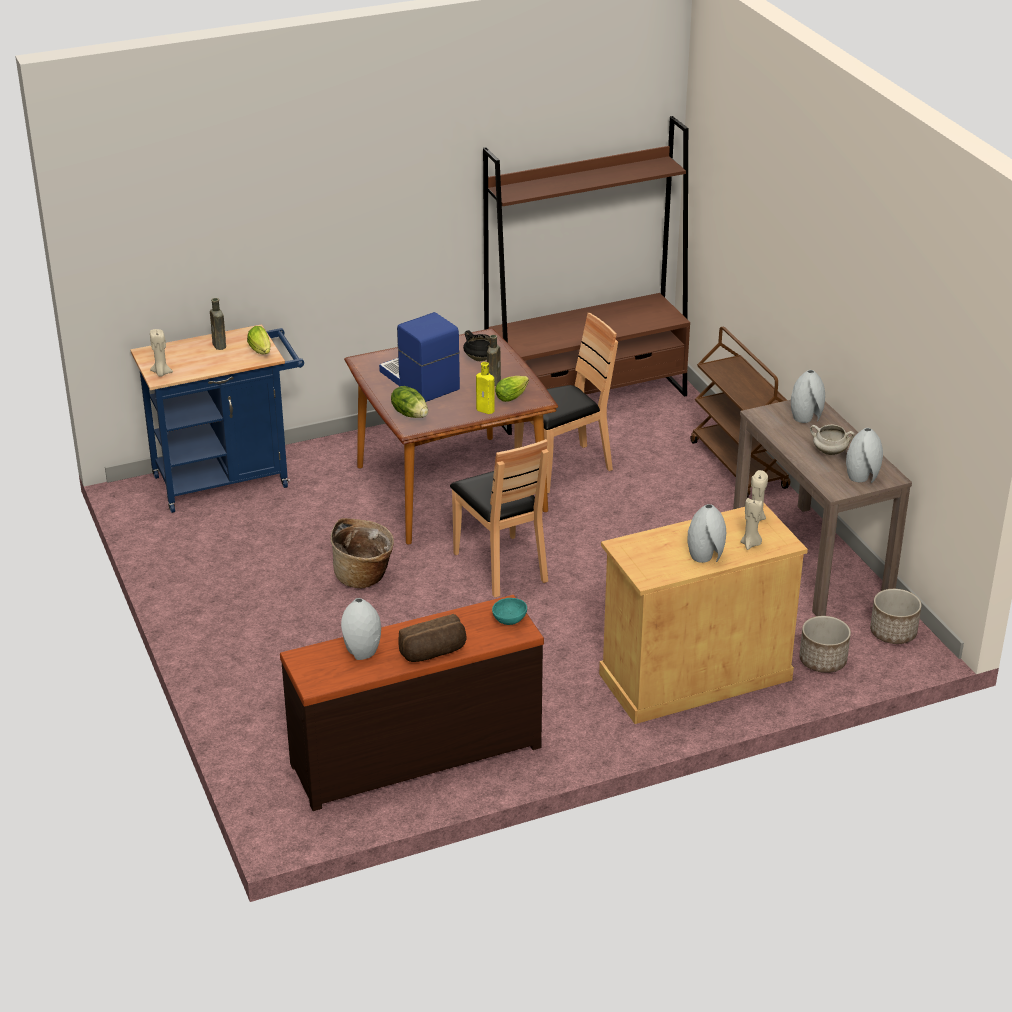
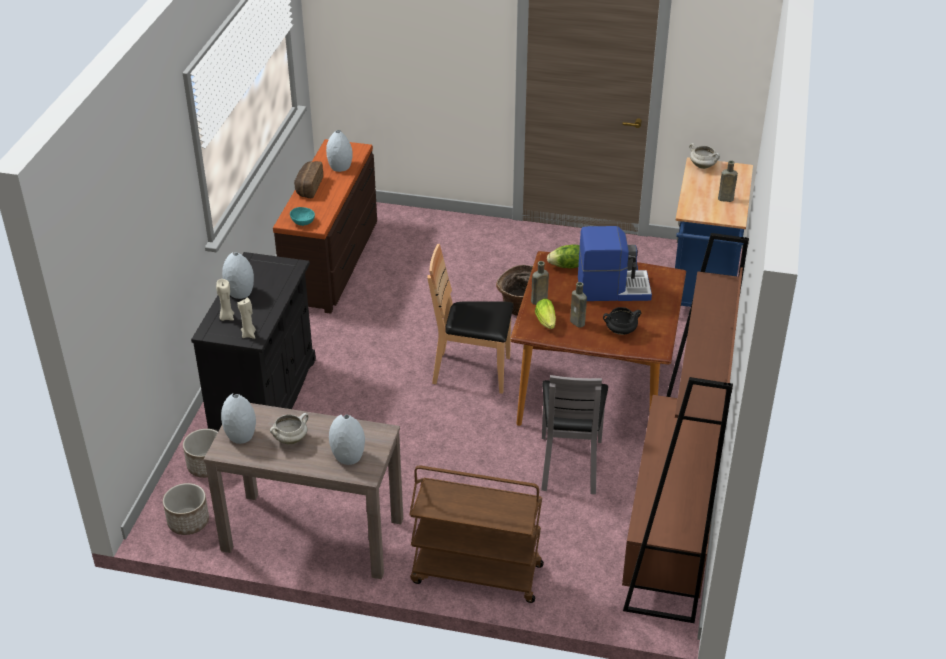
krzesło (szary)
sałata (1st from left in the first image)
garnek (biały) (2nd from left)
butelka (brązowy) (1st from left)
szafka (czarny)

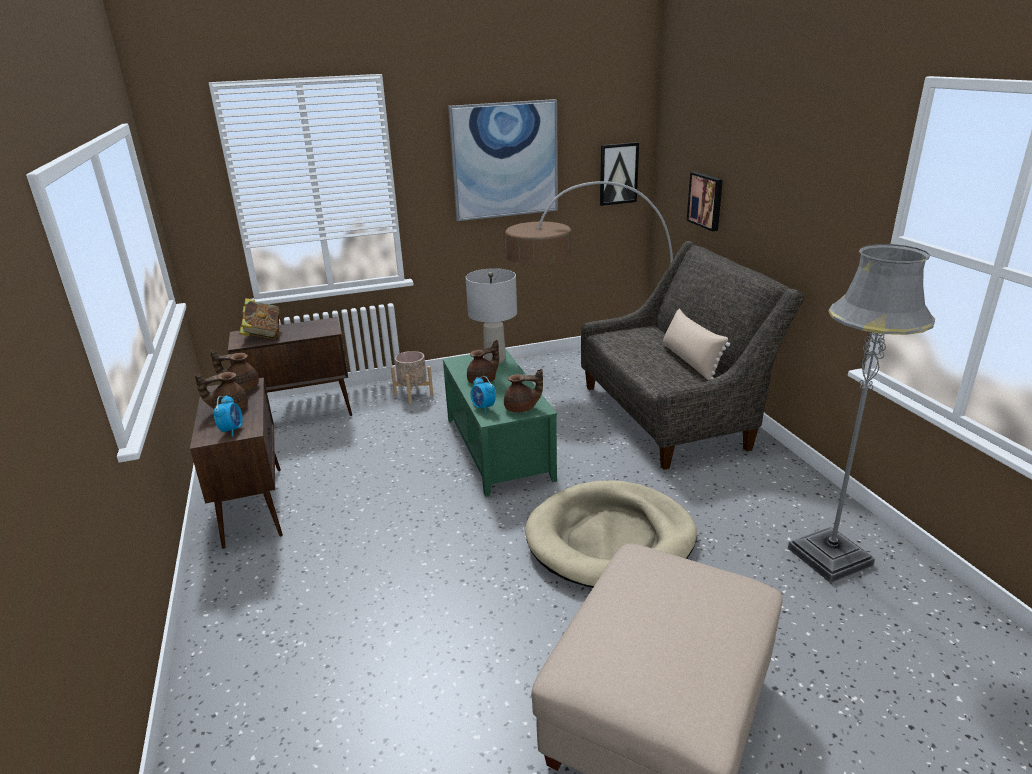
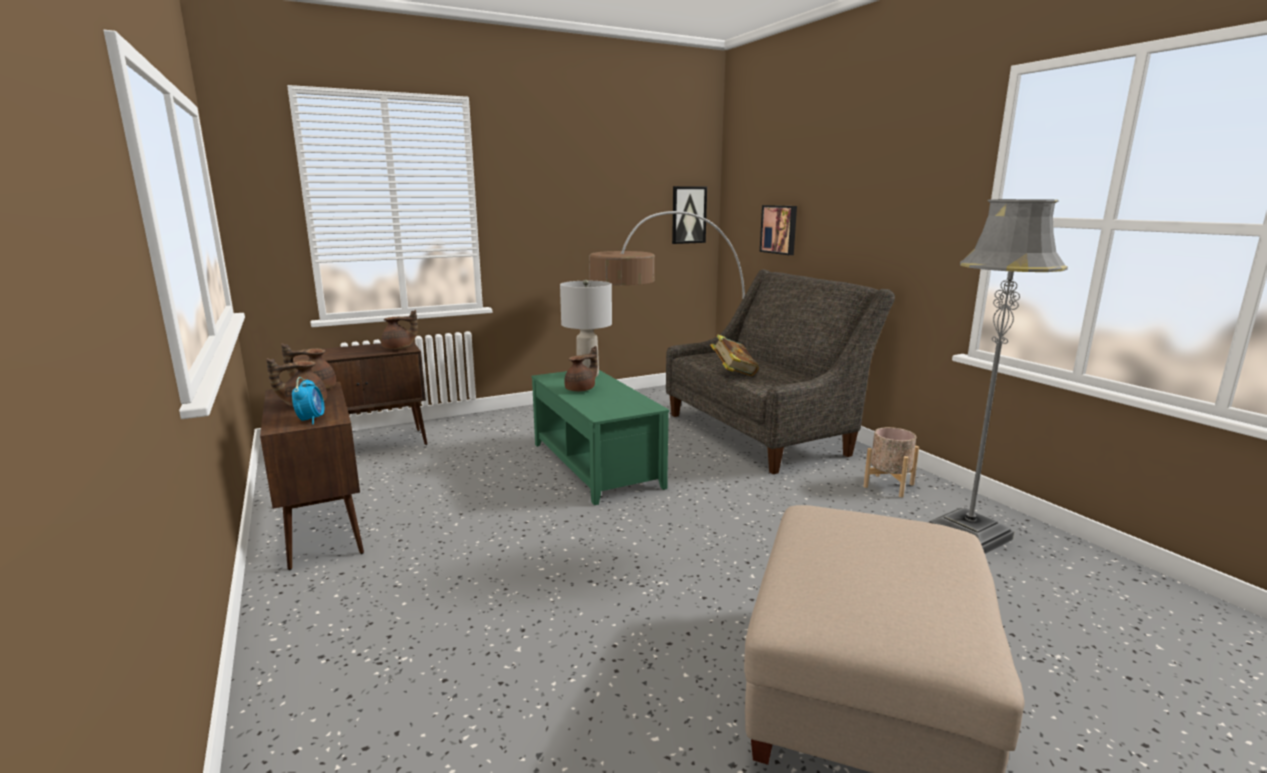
obraz (1st from left in the first image)
książka
poduszka (beżowy)
donica (beżowy)
imbryk (brązowy) (3rd from left)
budzik (2nd from left in the first image)
legowisko (beżowy)

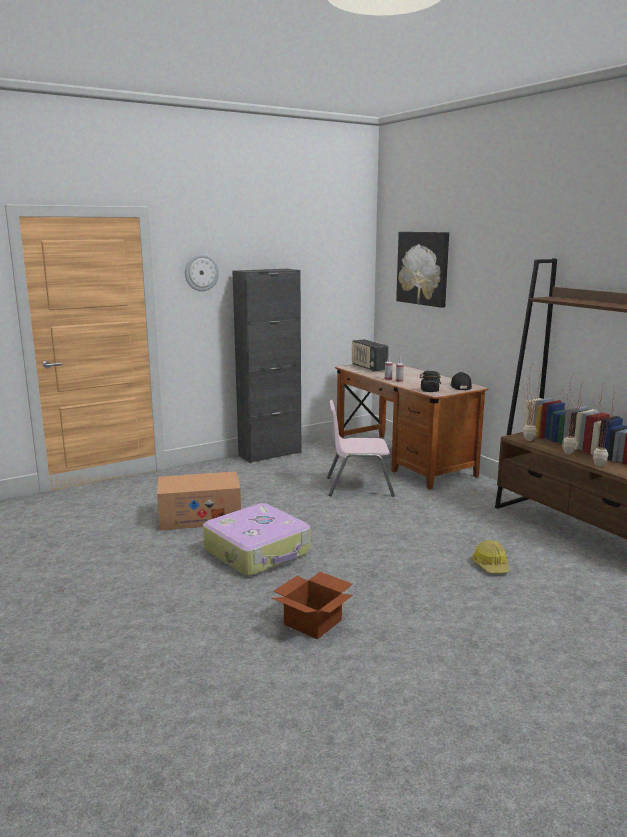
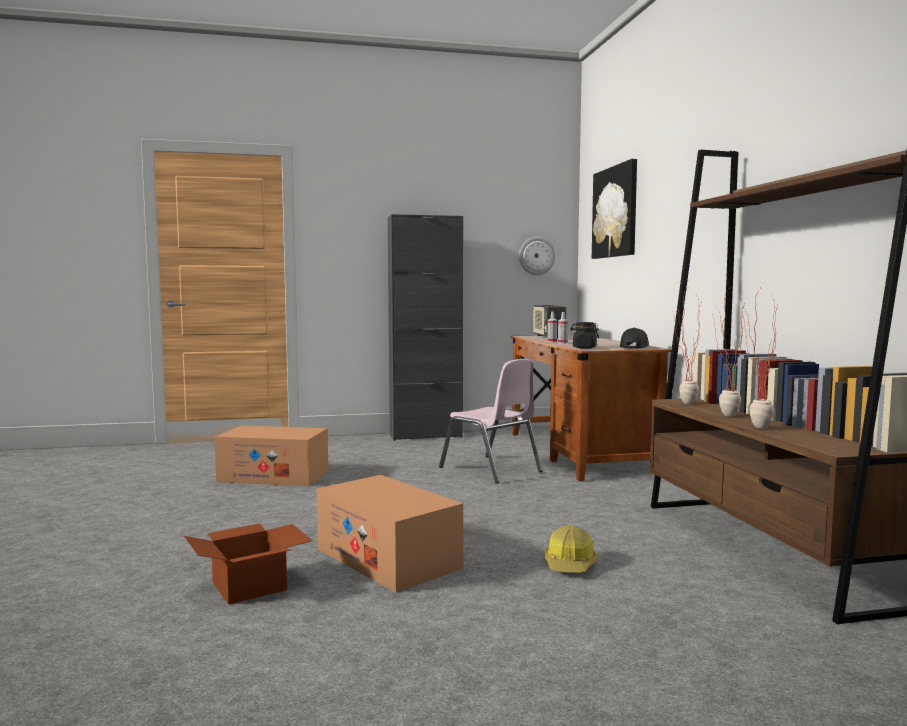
zegar ścienny
krzesło (różowy)
walizka
karton (3rd from left)

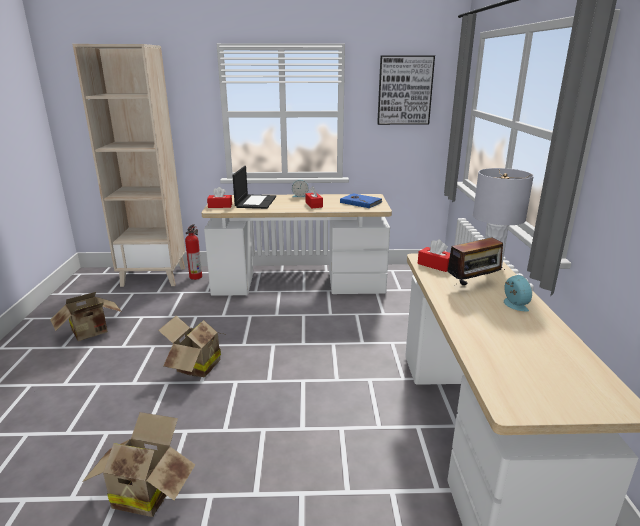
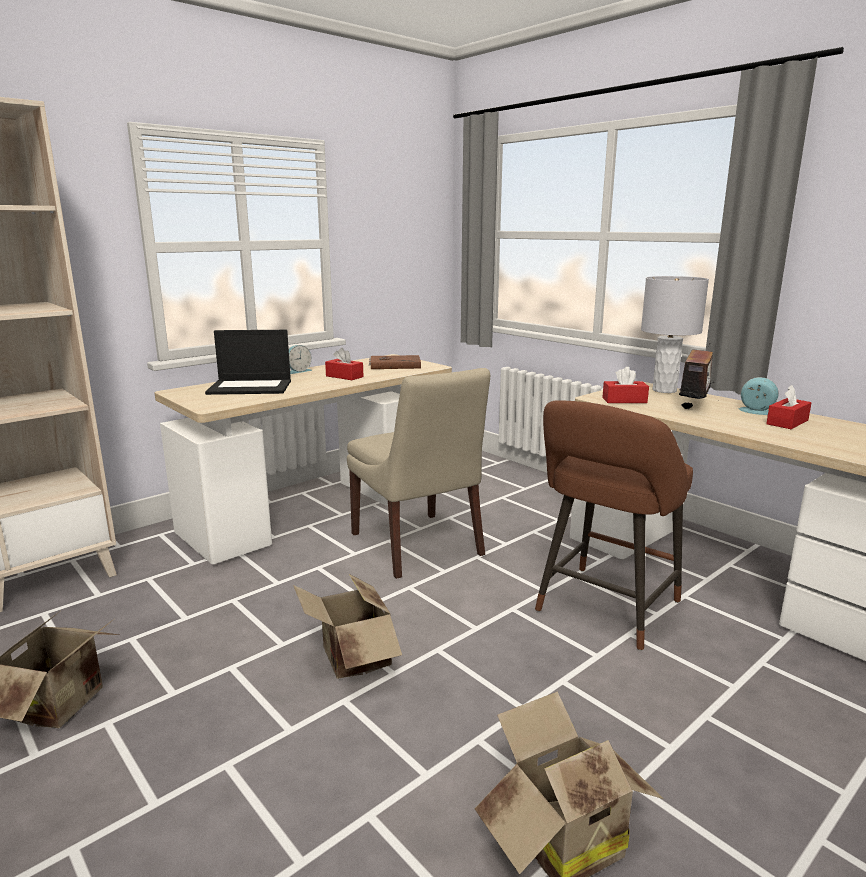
obraz
laptop
pudełko chusteczek (czerwony) (3rd from left)
książka (brązowy)
gaśnica
krzesło (beżowy)
stołek (brązowy)

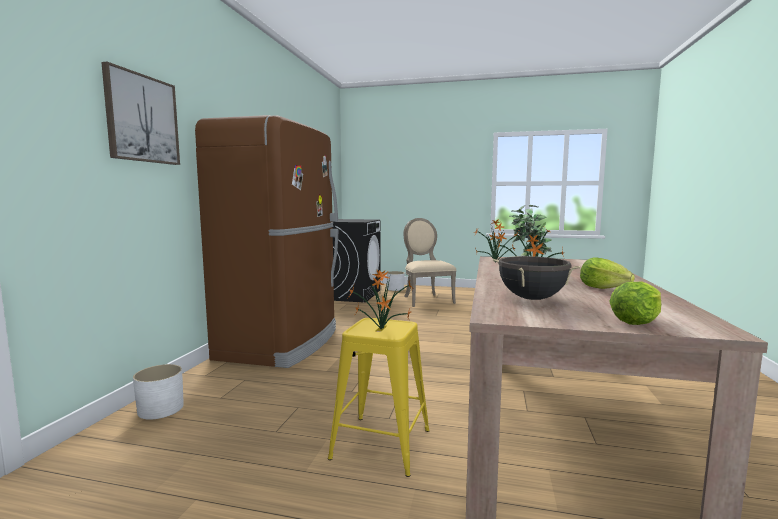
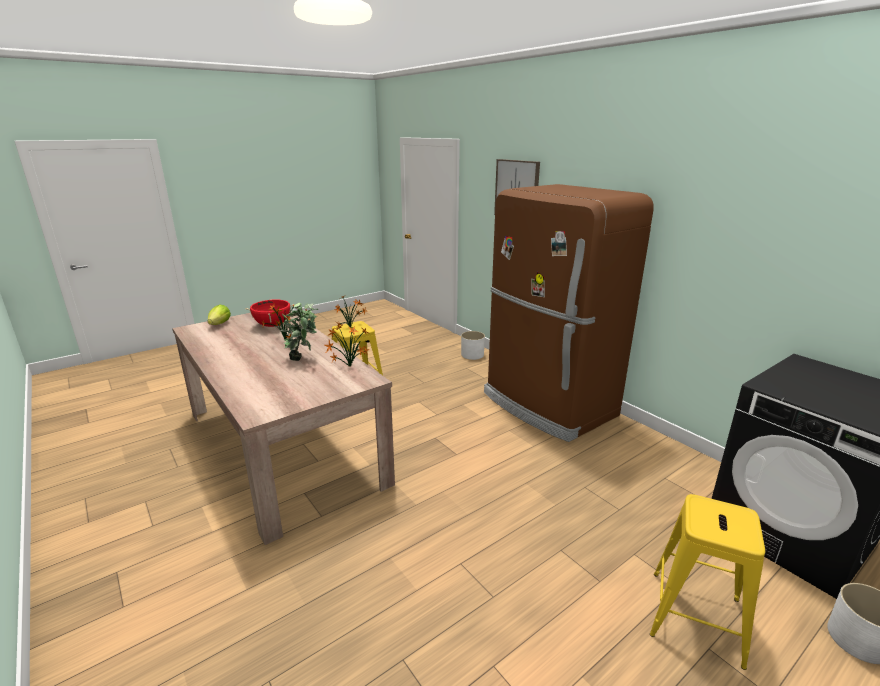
stołek (żółty) (2nd from left)
garnek (czerwony)
sałata (1st from left in the first image)

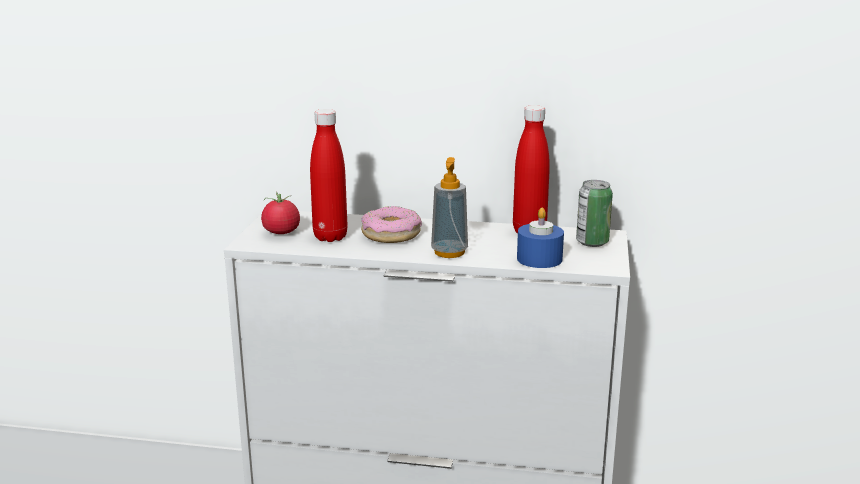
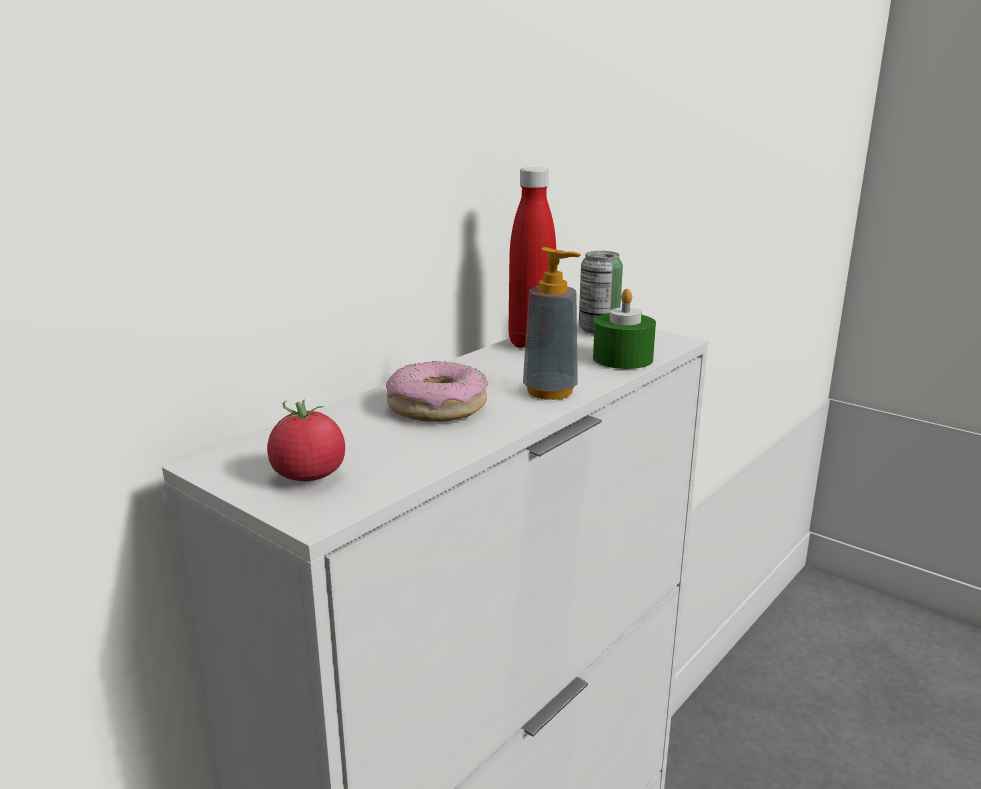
butelka (czerwony) (1st from left in the first image)
świeca (zielony)

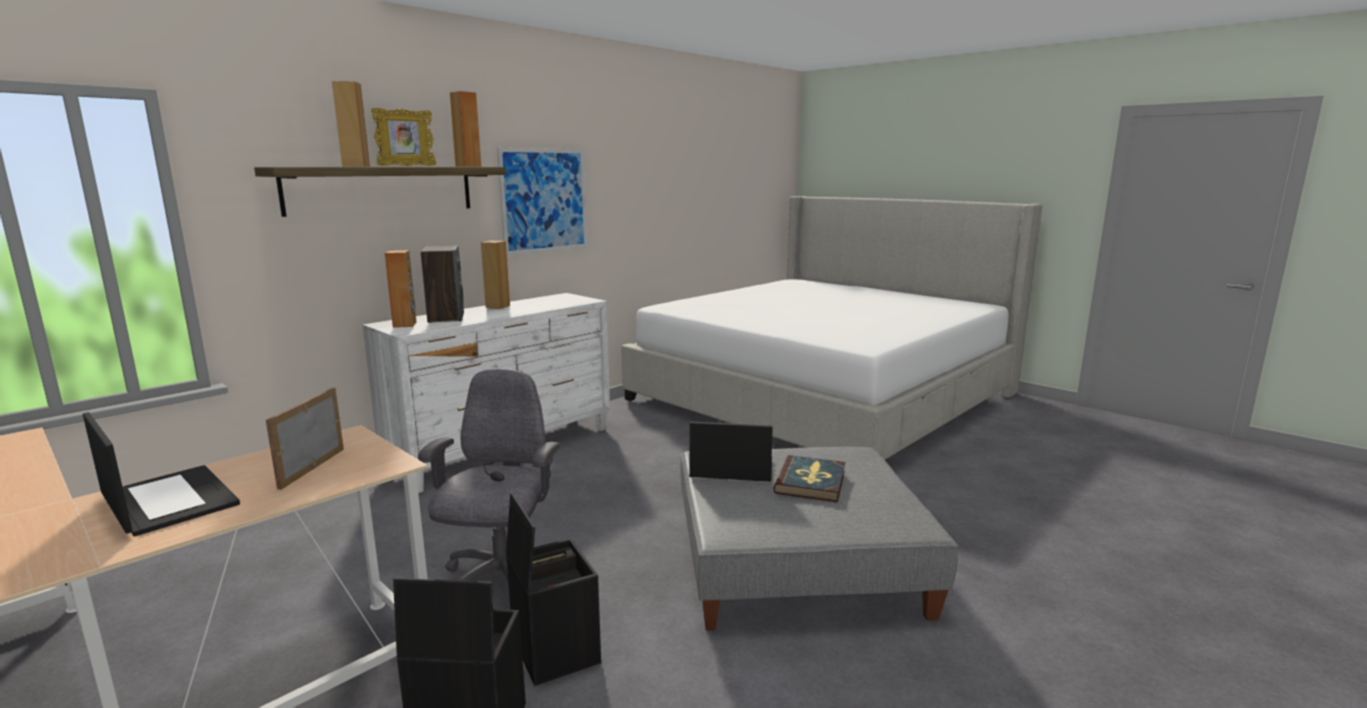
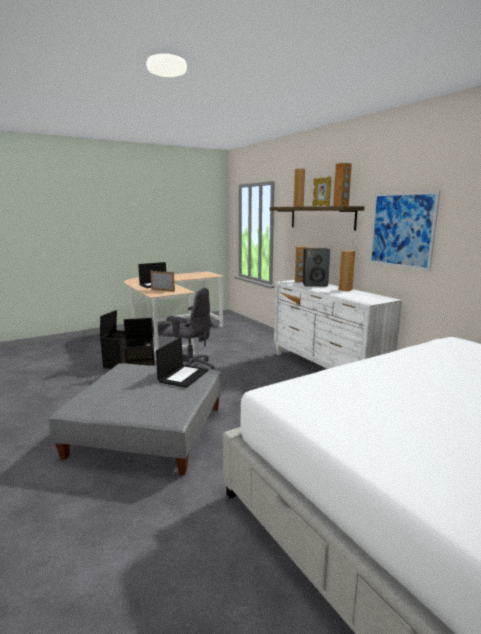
książka

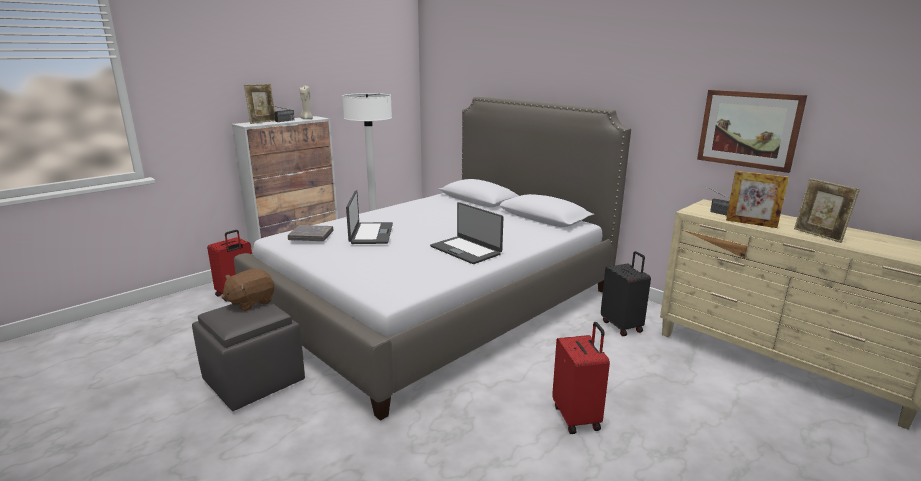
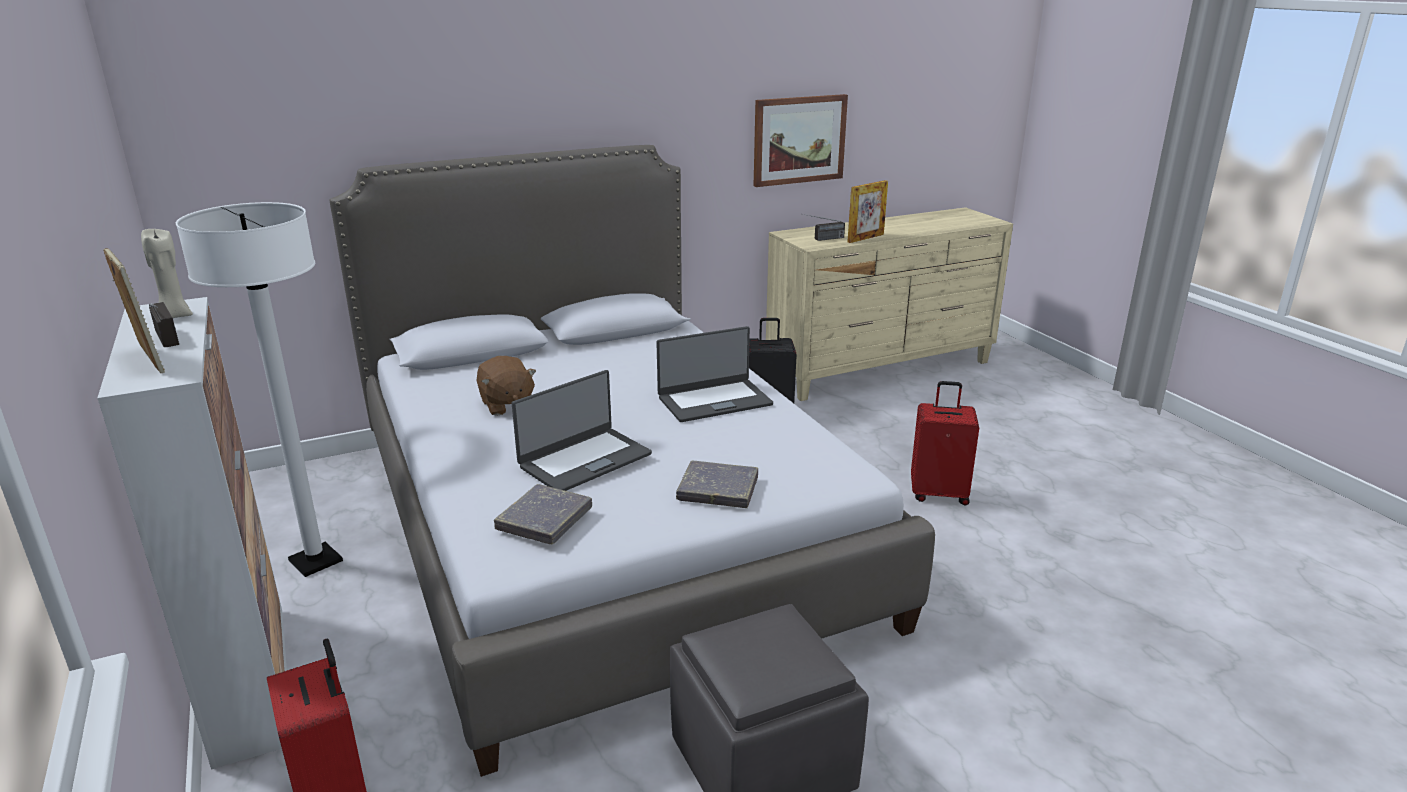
ramka na zdjęcie (3rd from left in the first image)
laptop (1st from left)
pluszak (brązowy)
książka (szary) (2nd from left)

